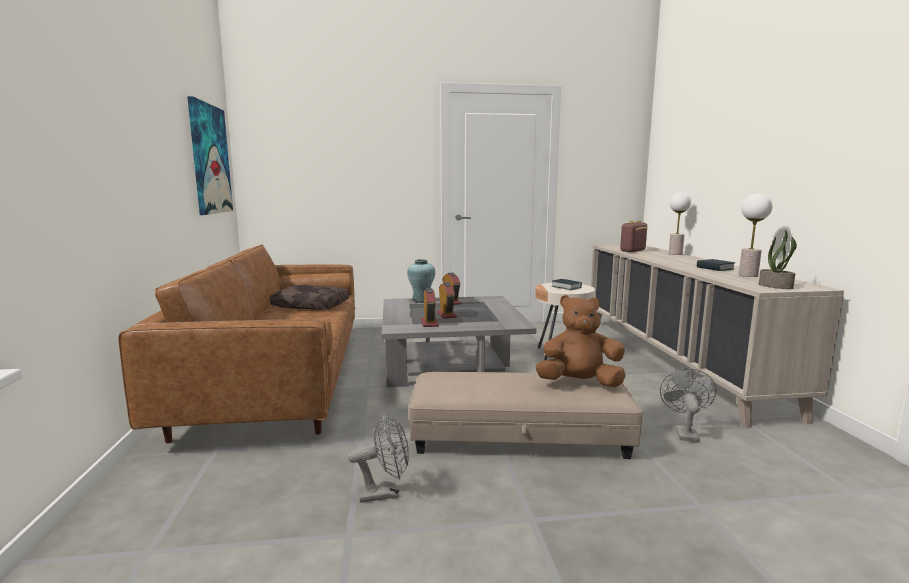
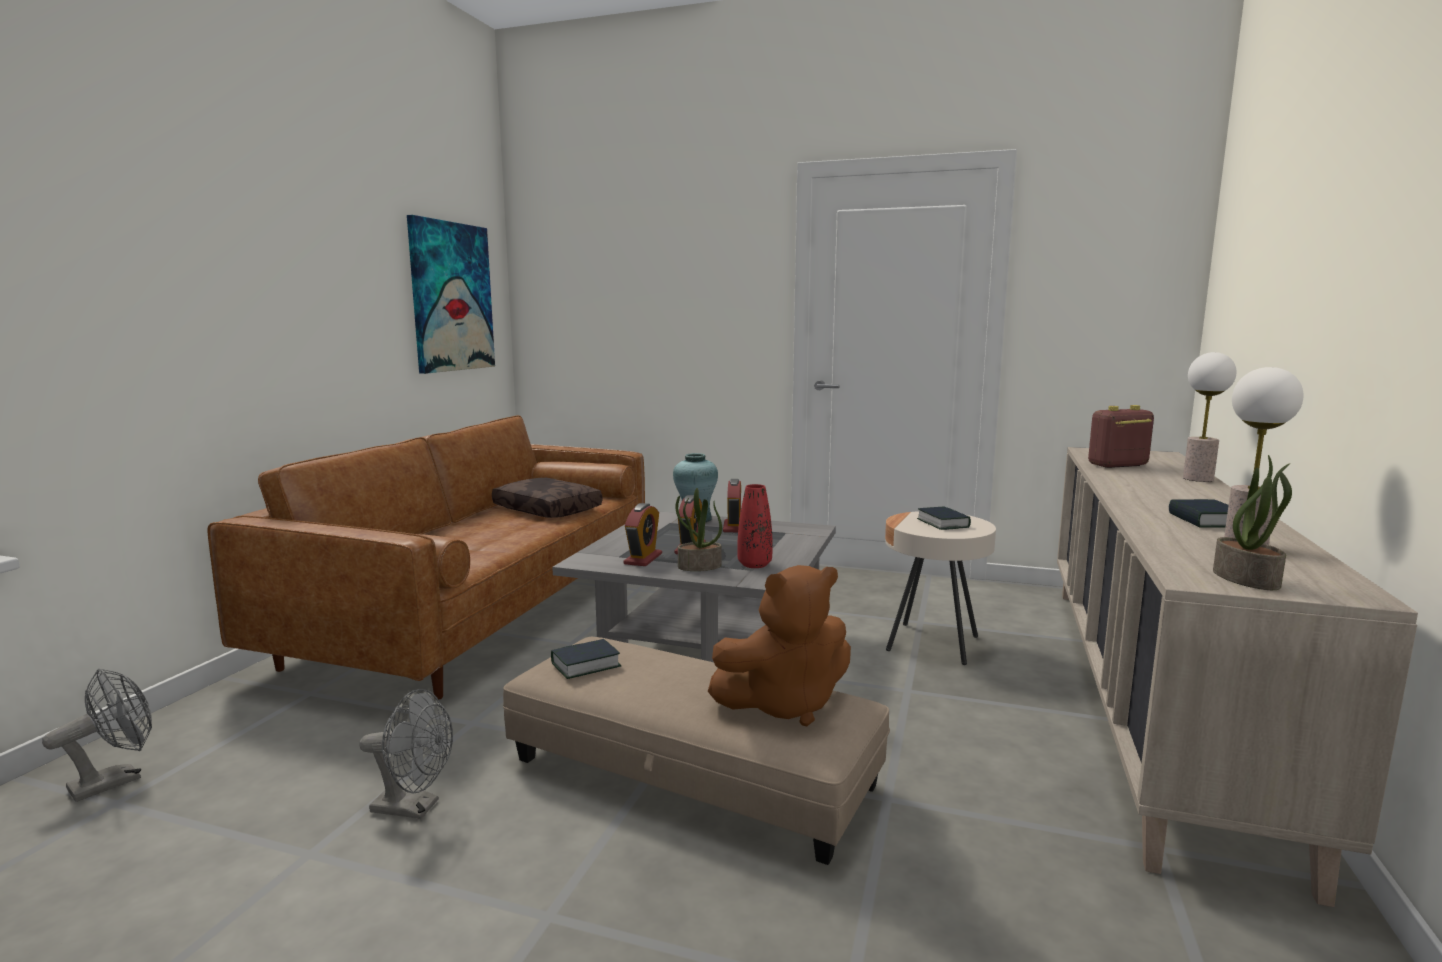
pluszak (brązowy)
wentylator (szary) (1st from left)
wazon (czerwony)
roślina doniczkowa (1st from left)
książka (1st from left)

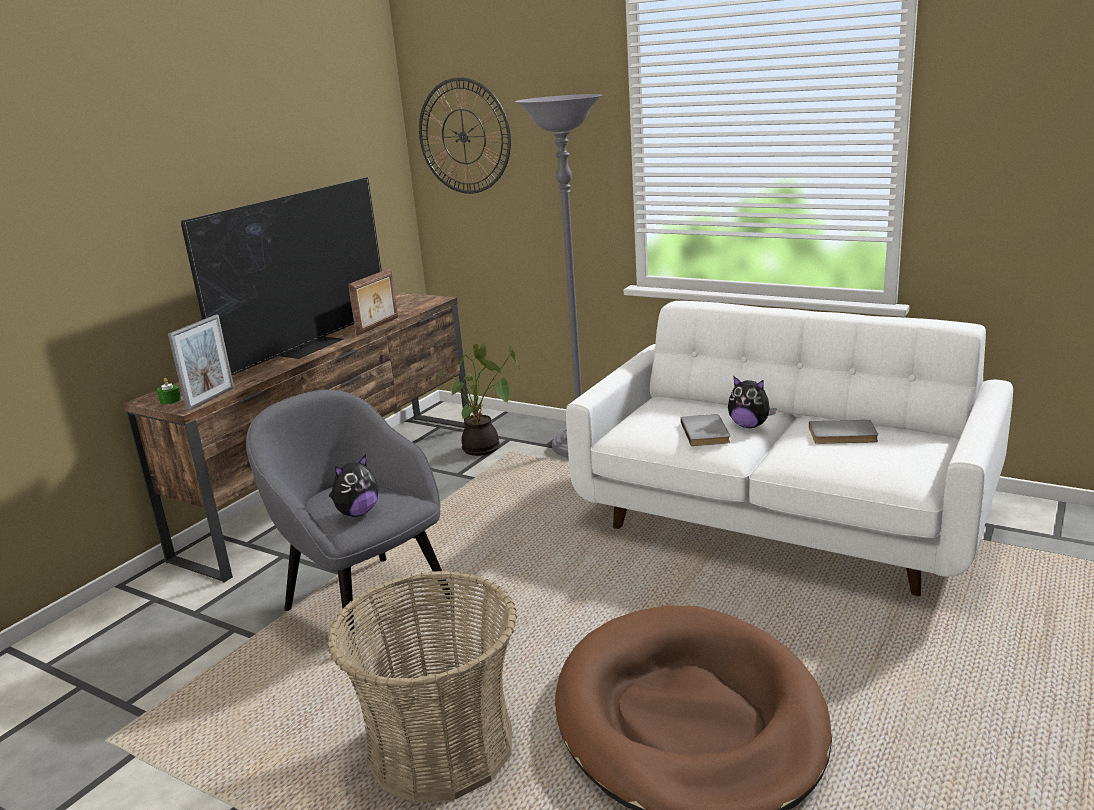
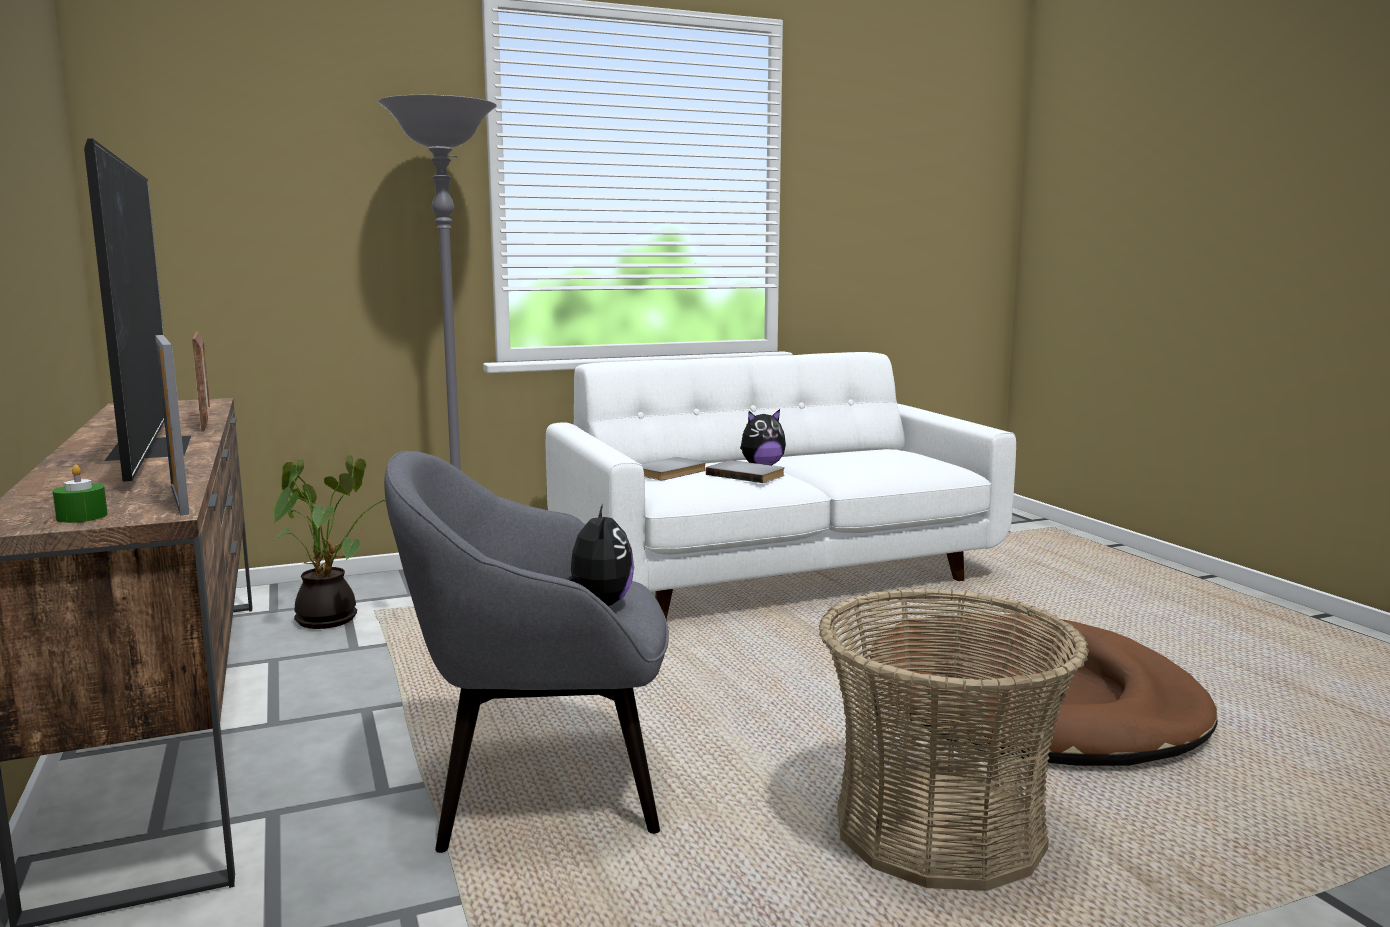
zegar ścienny
książka (szary) (1st from left)

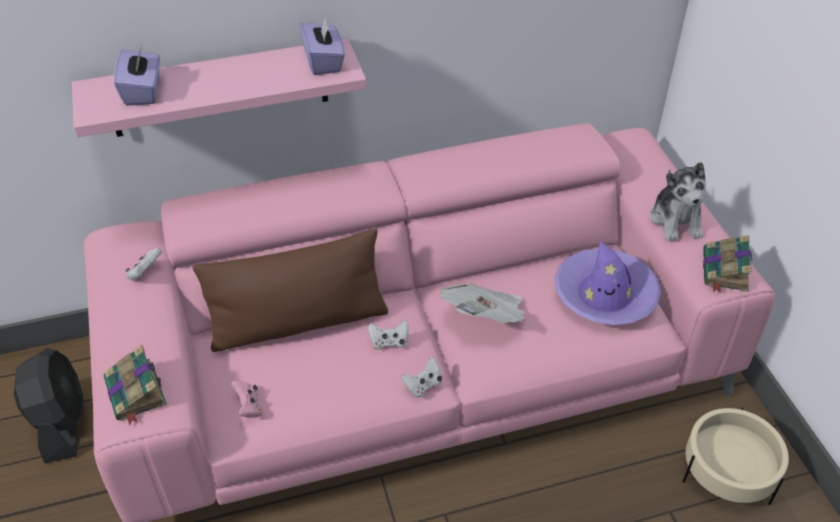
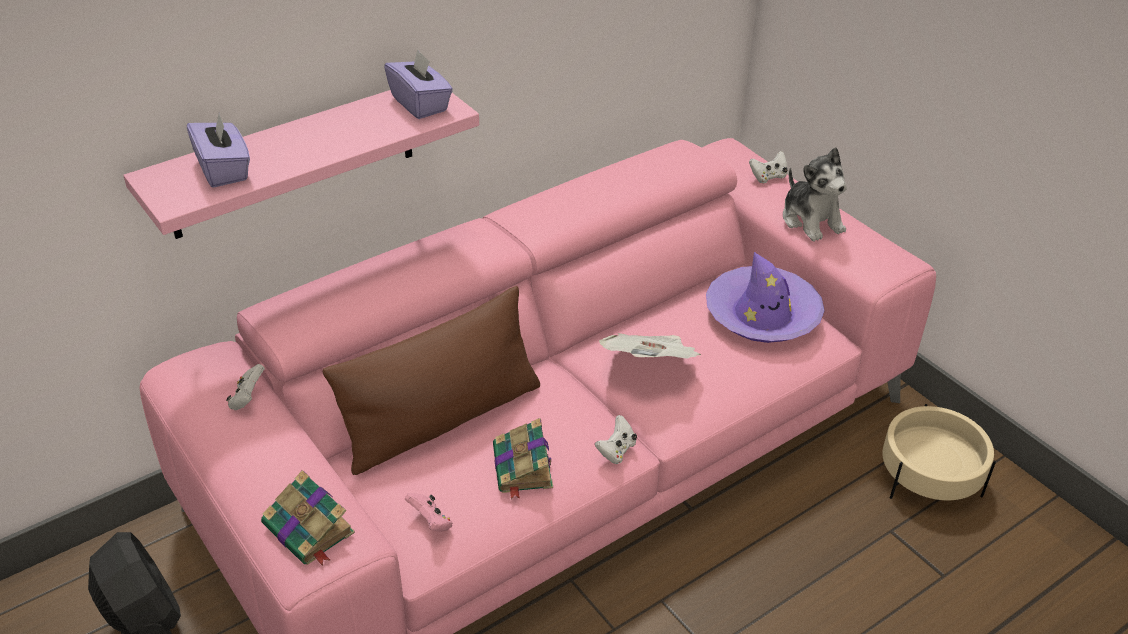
książka (2nd from left)
pad do gier (biały) (3rd from left)

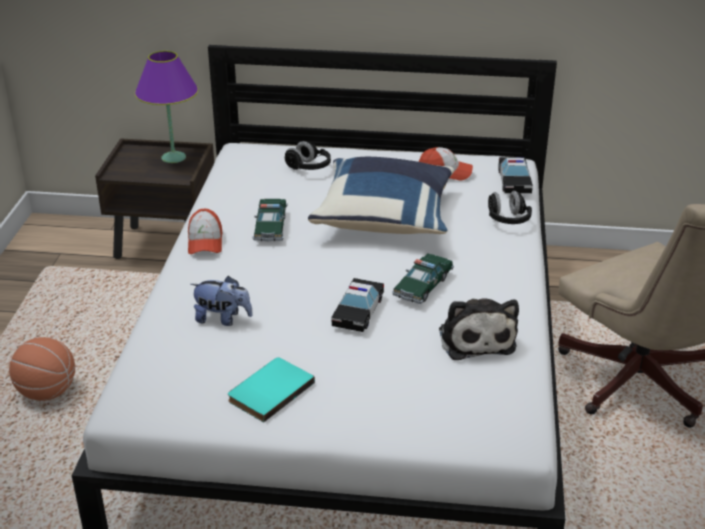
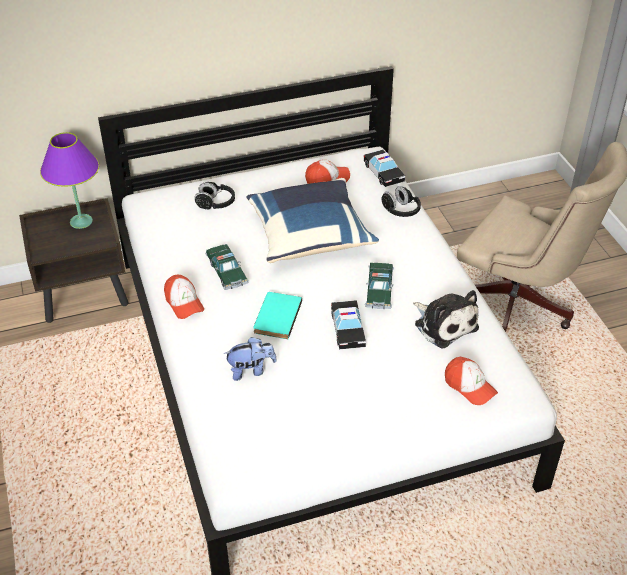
piłka do koszykówki
książka (turkusowy)
czapka z daszkiem (3rd from left)

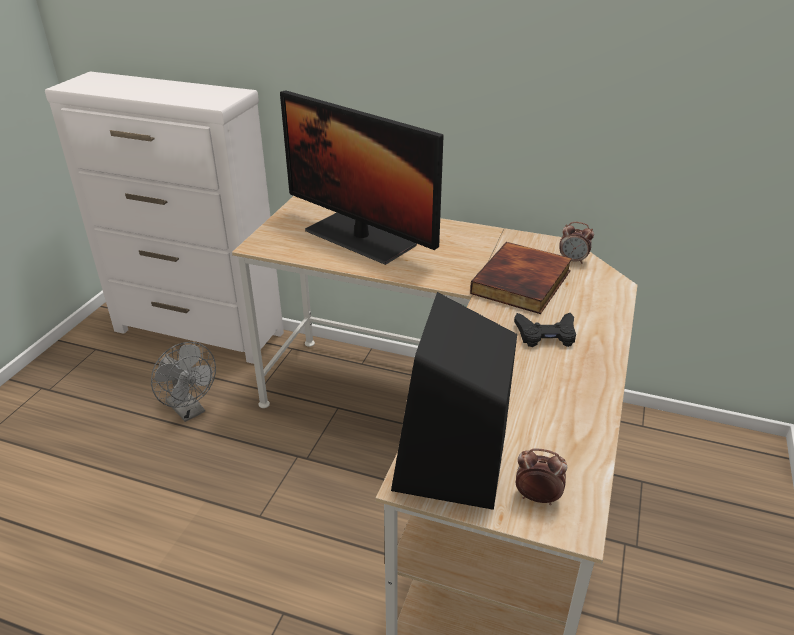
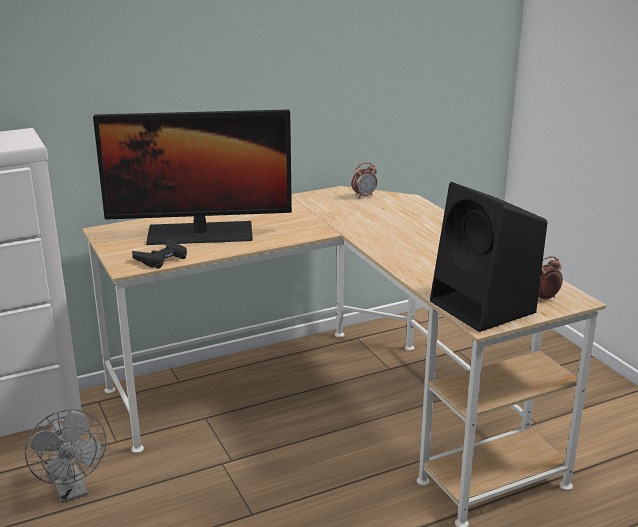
książka
pad do gier (czarny)
wentylator (szary)

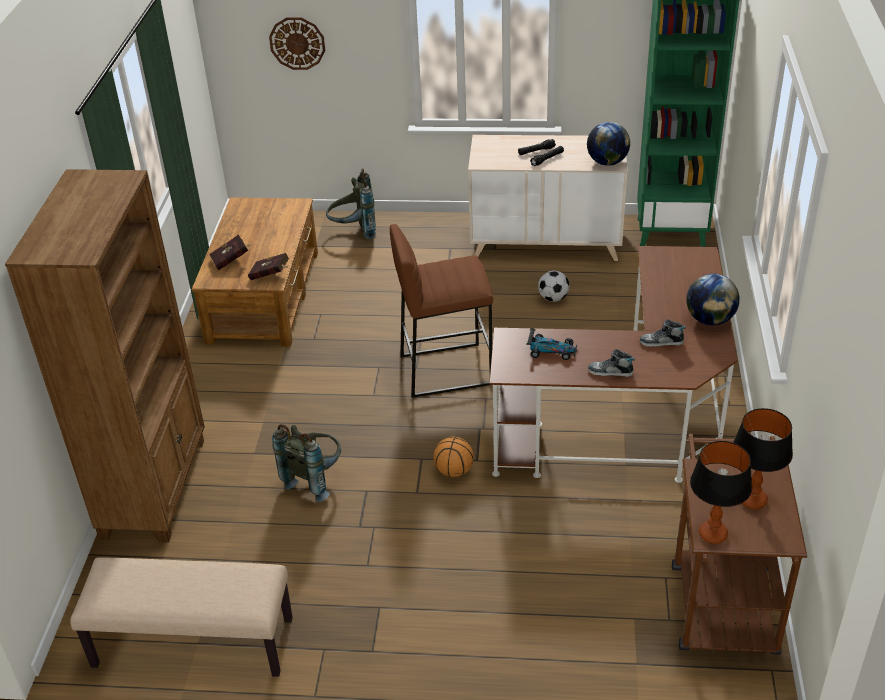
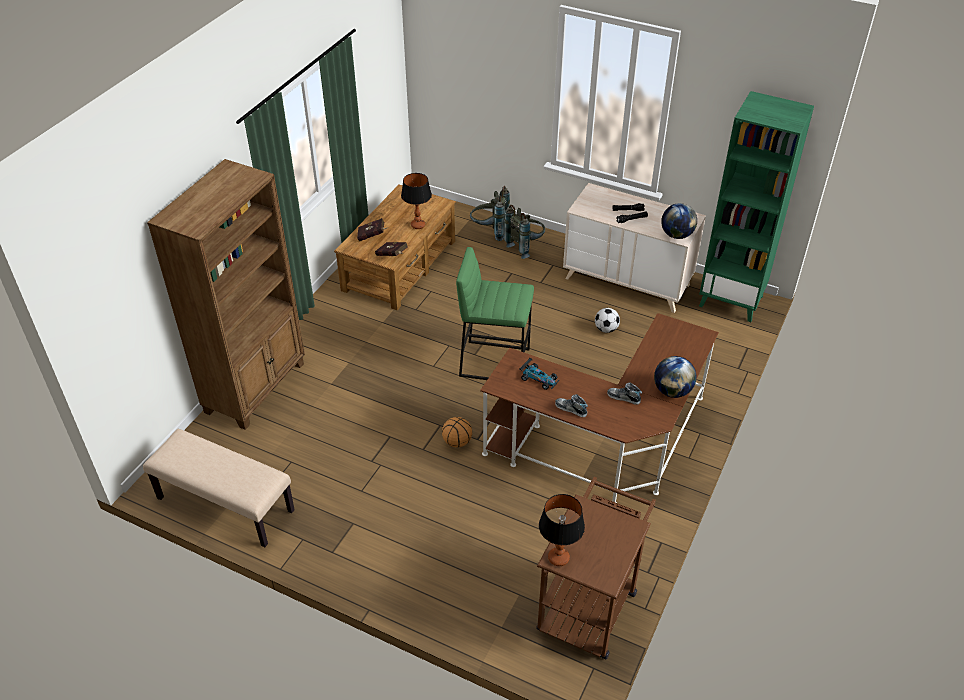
zegar ścienny
stołek (zielony)
lampa stołowa (1st from left)
plecak (szary) (2nd from left)

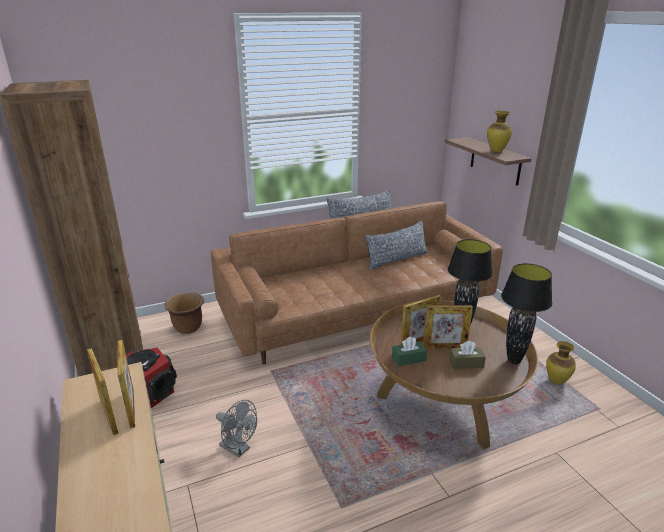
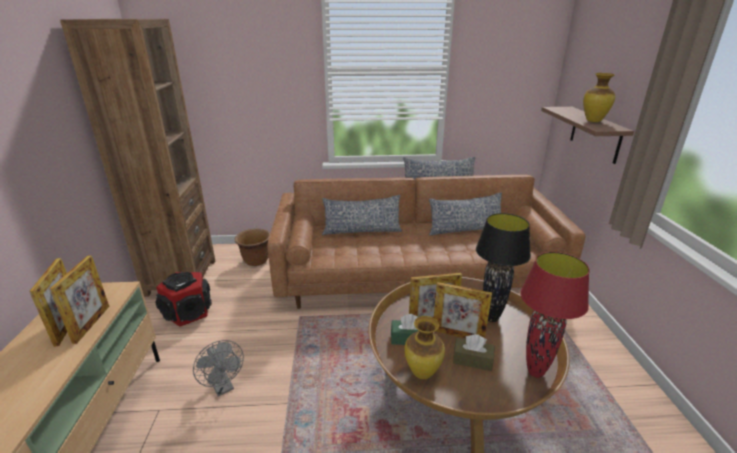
lampa stołowa (czerwony)
wazon (1st from left)
poduszka (1st from left)

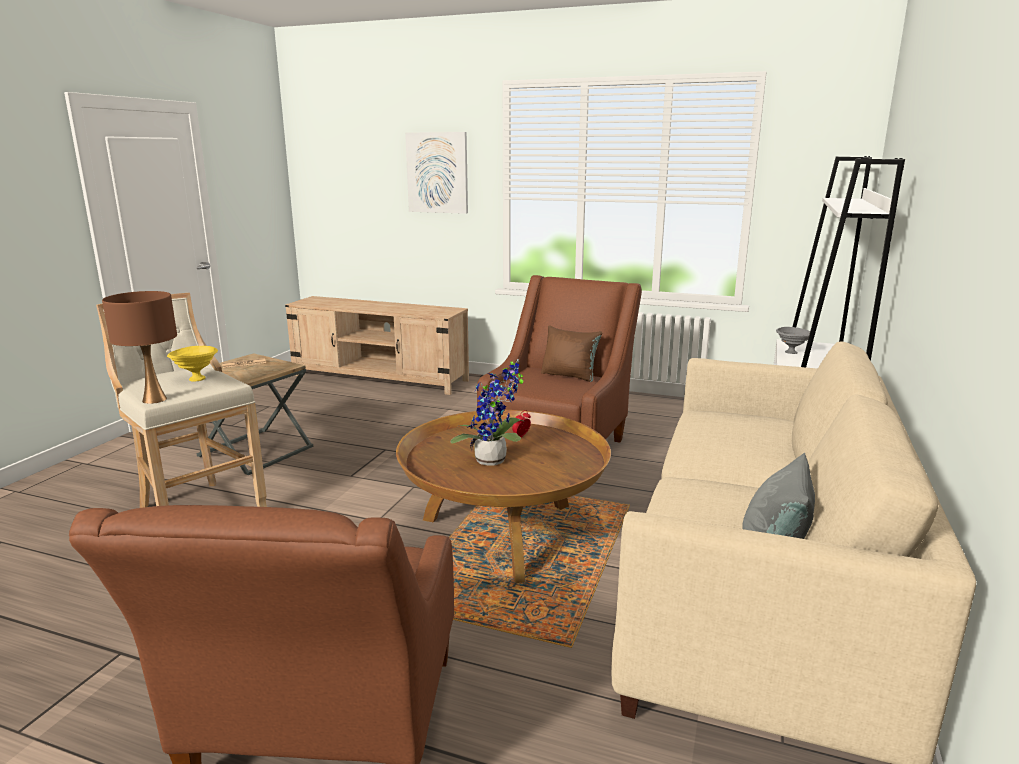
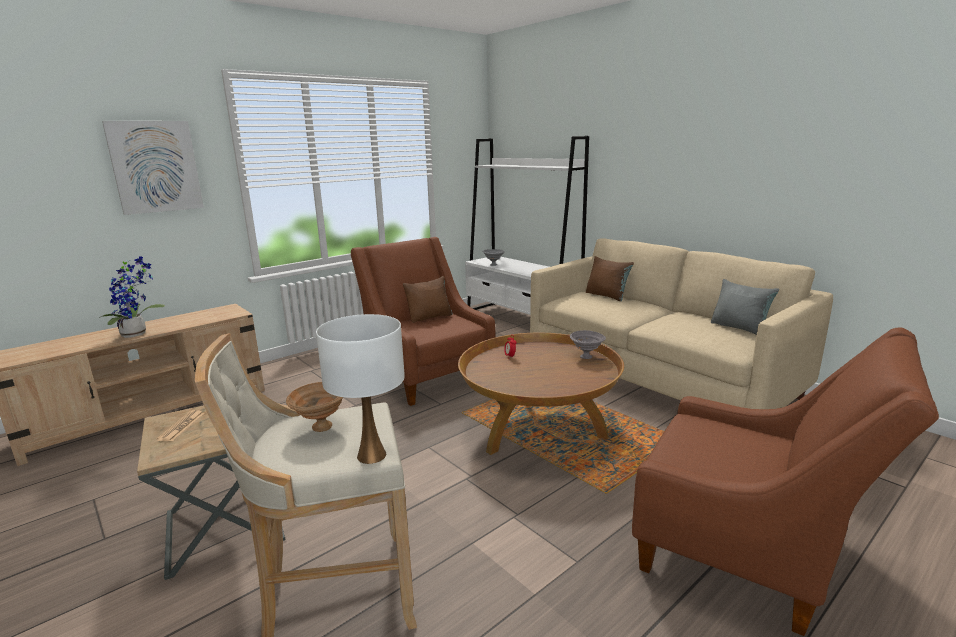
lampa stołowa (biały)
miska (brązowy)
roślina doniczkowa
poduszka (brązowy) (2nd from left)
miska (szary) (2nd from left)

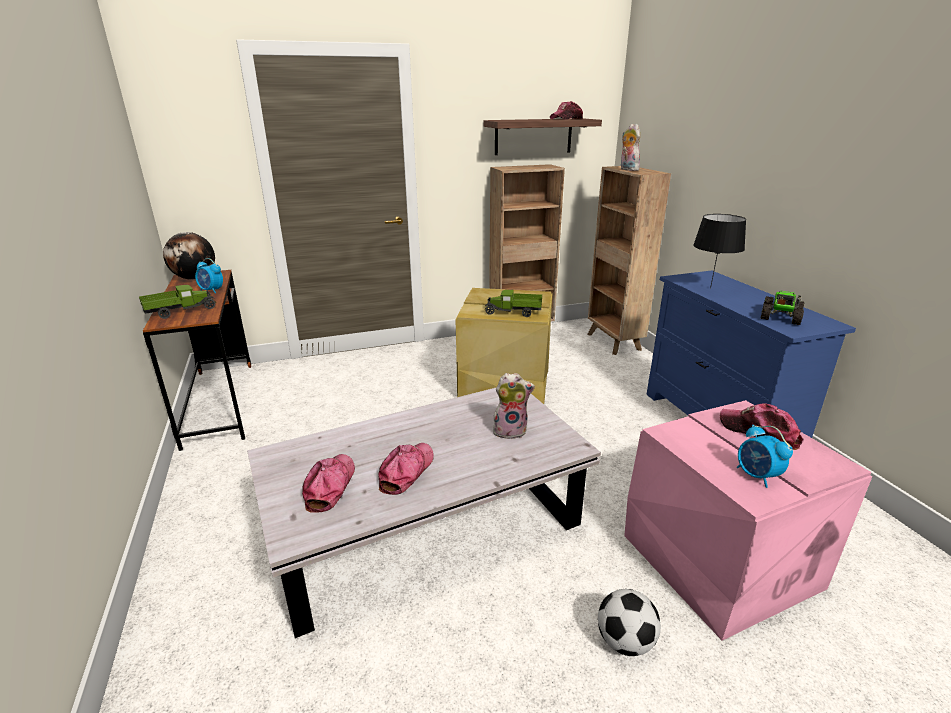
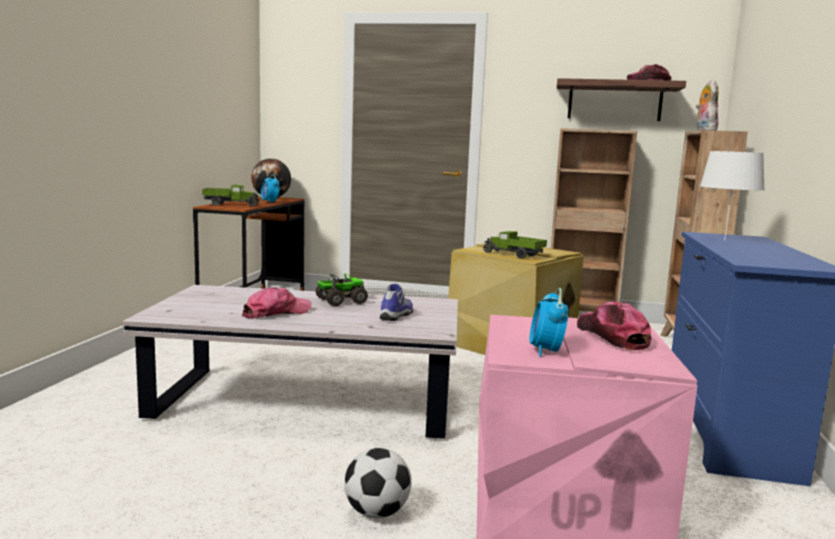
lampa stołowa (biały)
ciężarówka zabawkowa (2nd from left)
but
czapka z daszkiem (1st from left in the first image)

